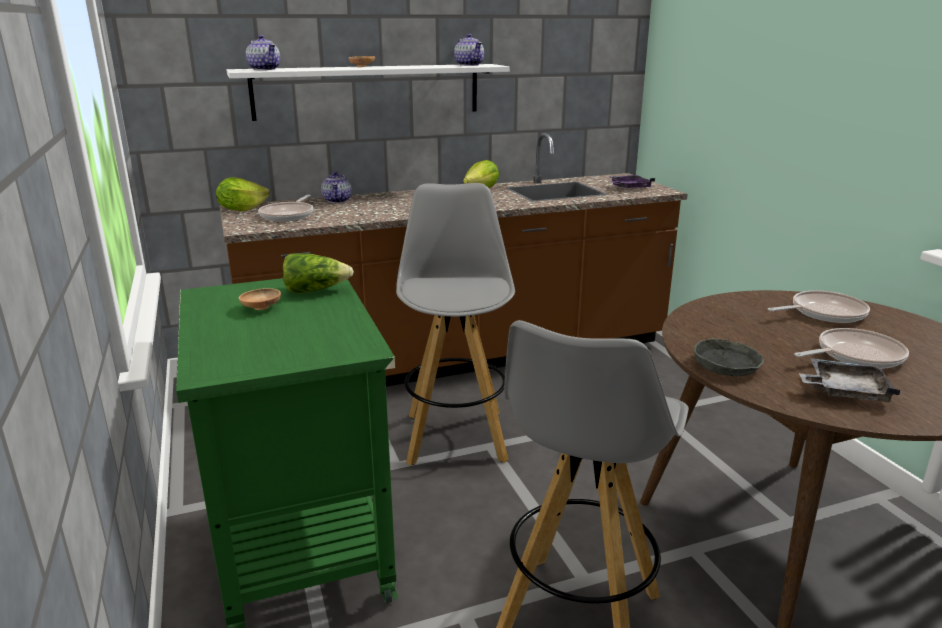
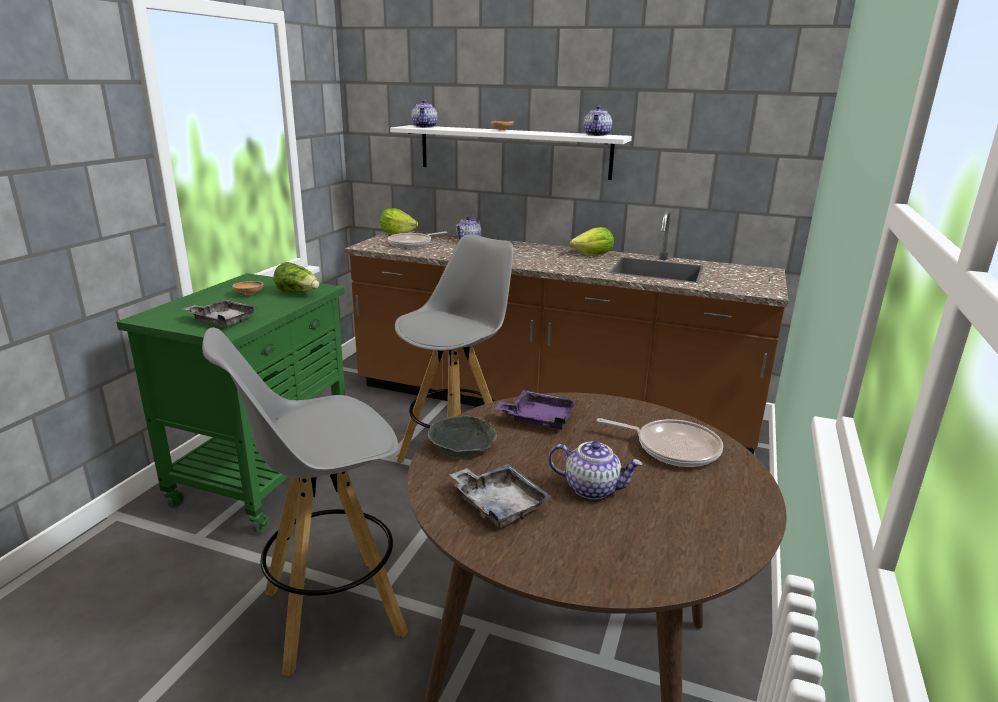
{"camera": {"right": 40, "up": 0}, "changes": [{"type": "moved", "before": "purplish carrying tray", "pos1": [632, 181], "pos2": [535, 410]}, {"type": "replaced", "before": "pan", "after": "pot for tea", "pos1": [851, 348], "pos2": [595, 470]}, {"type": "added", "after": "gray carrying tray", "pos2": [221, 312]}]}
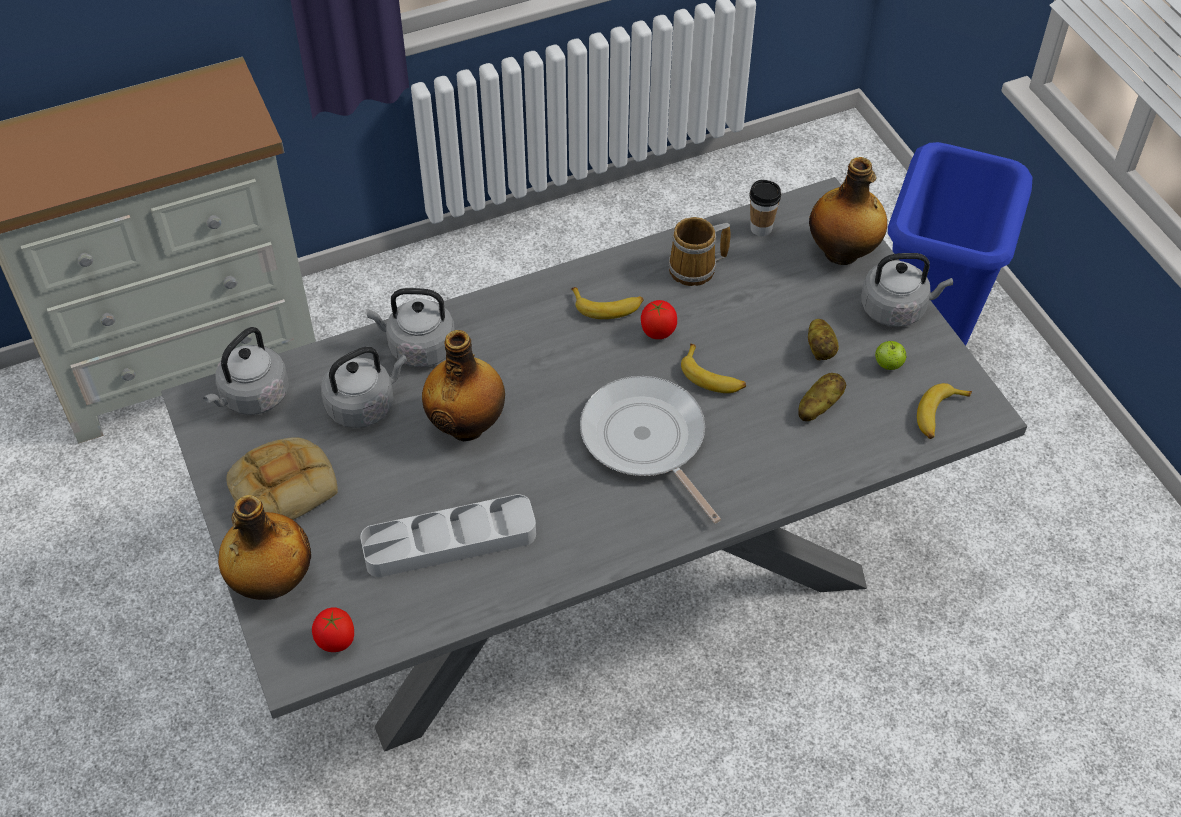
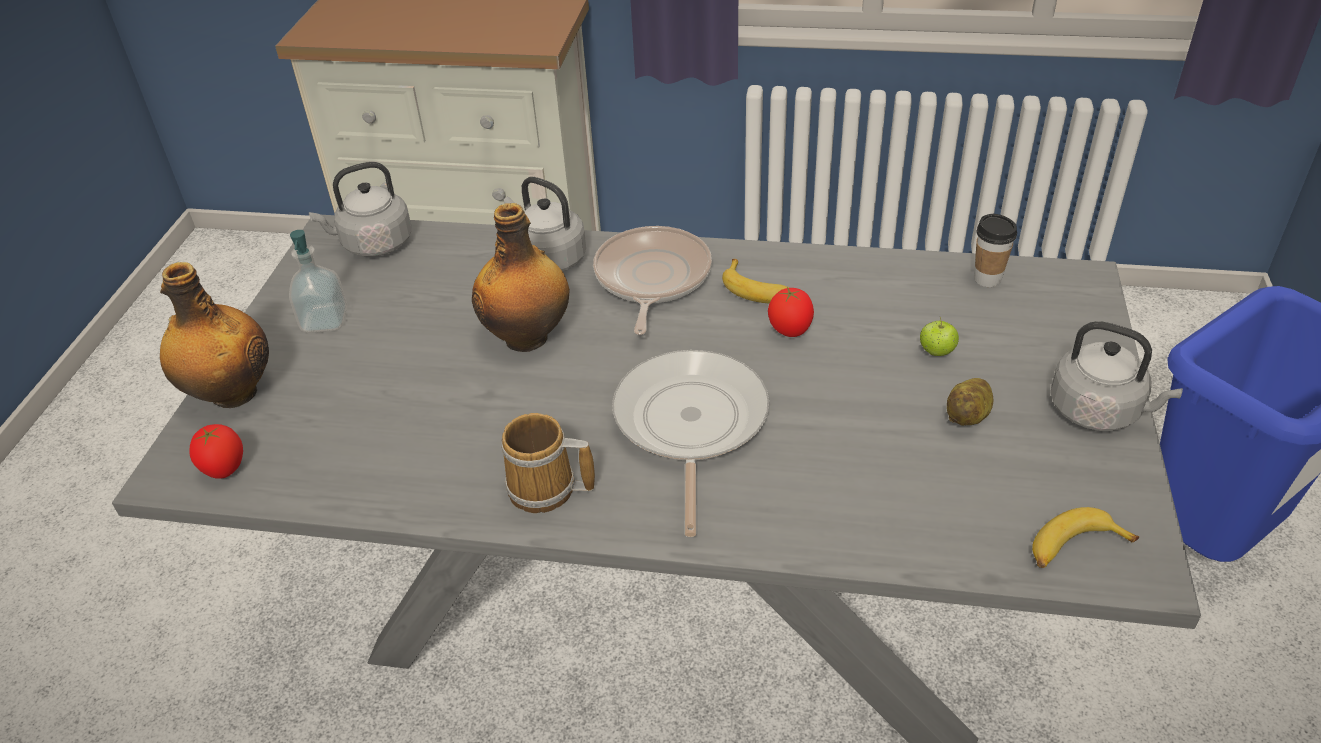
{"camera": {"right": 35, "up": -10}, "changes": [{"type": "removed", "before": "bottle", "pos1": [848, 211]}, {"type": "moved", "before": "tea mug", "pos1": [700, 251], "pos2": [548, 463]}, {"type": "moved", "before": "apple fruit", "pos1": [891, 355], "pos2": [939, 336]}, {"type": "removed", "before": "whole banana", "pos1": [713, 368]}, {"type": "removed", "before": "gray kettle", "pos1": [364, 387]}, {"type": "removed", "before": "whole potato", "pos1": [822, 397]}, {"type": "replaced", "before": "bread", "after": "soap dispenser", "pos1": [282, 478], "pos2": [318, 281]}, {"type": "removed", "before": "gray carrying tray", "pos1": [448, 535]}, {"type": "added", "after": "pan", "pos2": [652, 280]}]}
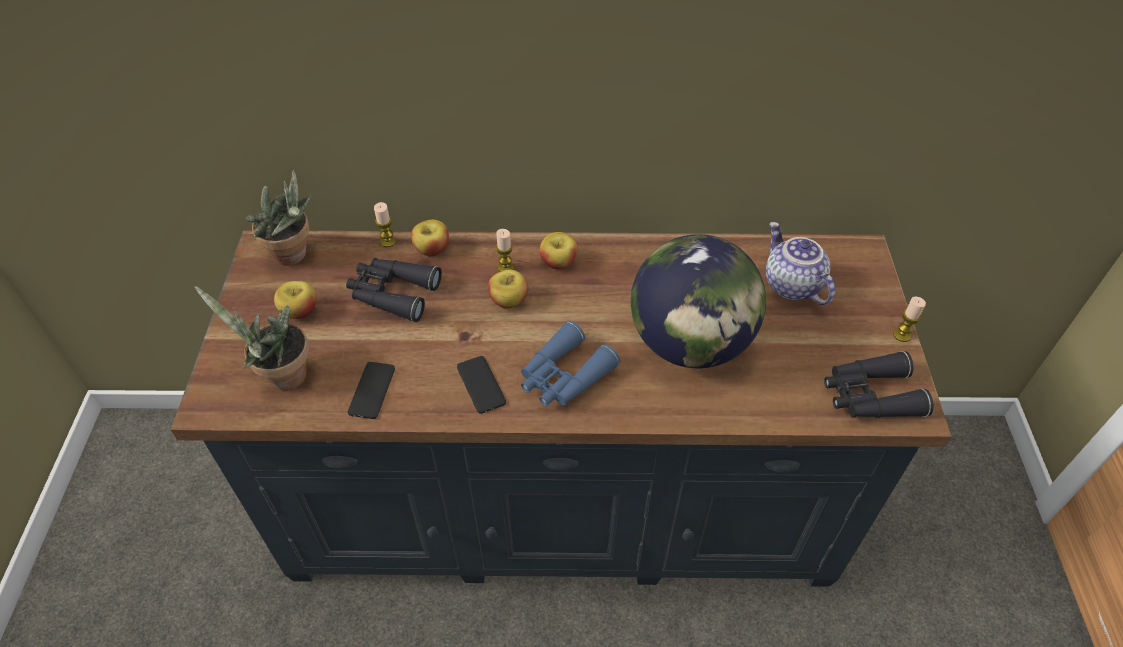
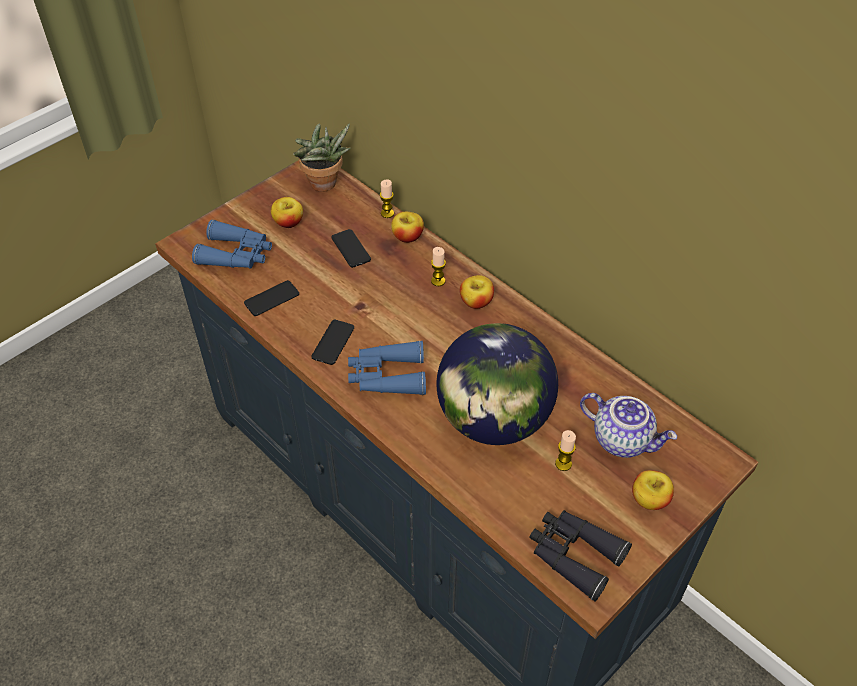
{"camera": {"right": 45, "up": 0}, "changes": [{"type": "turned", "before": "pot for tea", "pos1": [800, 263], "pos2": [628, 425], "turn": 105}, {"type": "replaced", "before": "black-coloured field glasses", "after": "telephone", "pos1": [394, 290], "pos2": [351, 248]}, {"type": "moved", "before": "apple fruit", "pos1": [508, 288], "pos2": [653, 490]}, {"type": "replaced", "before": "potted plant", "after": "blue field glasses", "pos1": [252, 338], "pos2": [232, 244]}, {"type": "moved", "before": "wax light", "pos1": [909, 319], "pos2": [565, 450]}]}
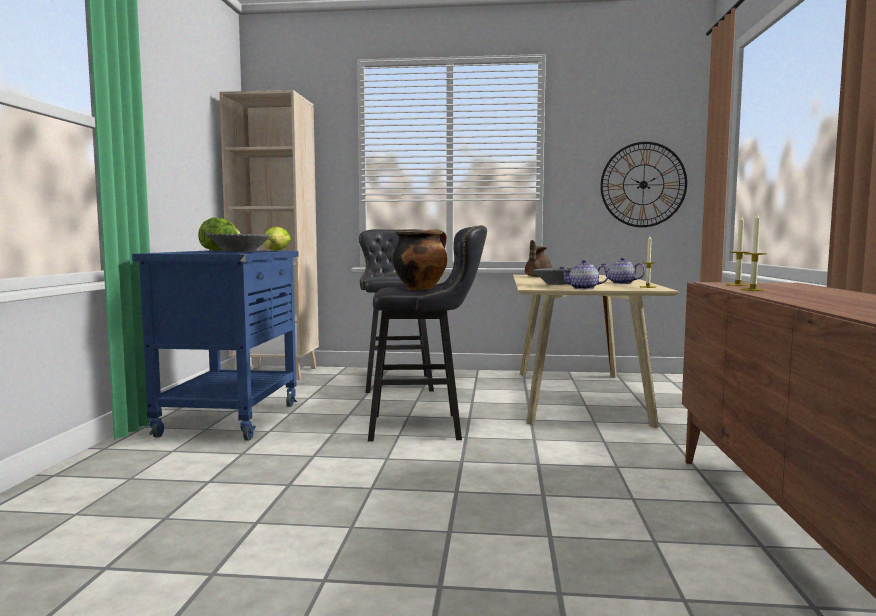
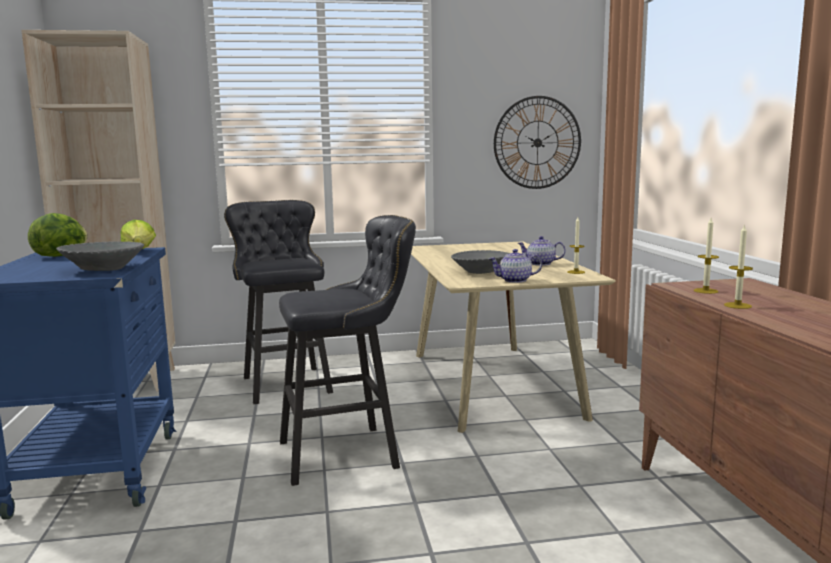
{"camera": {"right": -15, "up": 5}, "changes": [{"type": "removed", "before": "saucepot", "pos1": [420, 259]}, {"type": "removed", "before": "brown-coloured pot for tea", "pos1": [538, 258]}]}
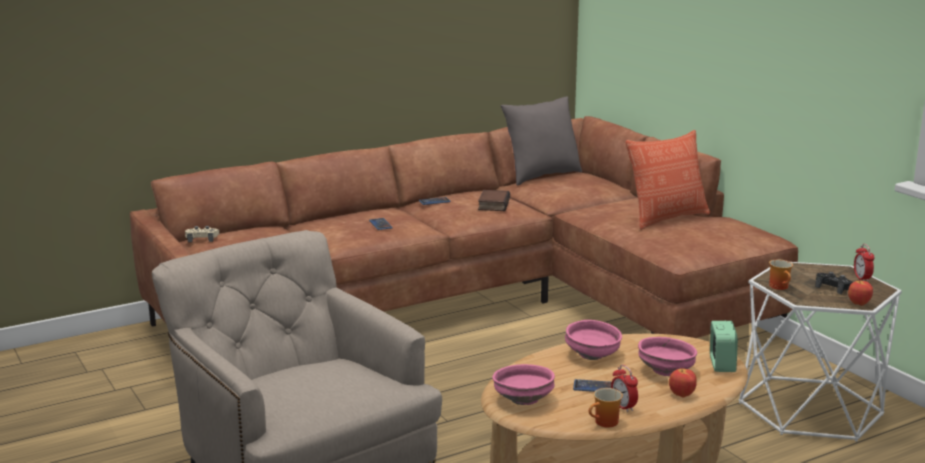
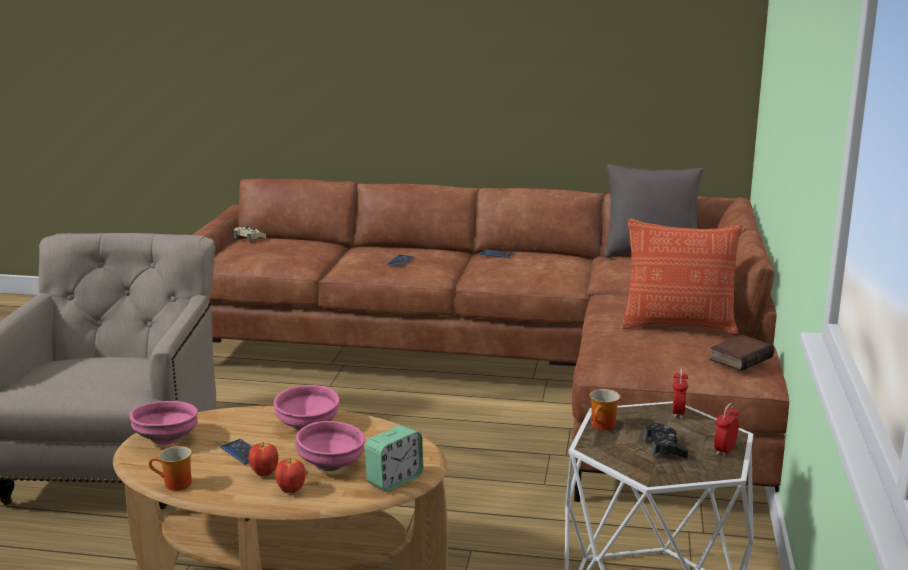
{"camera": {"right": 40, "up": 0}, "changes": [{"type": "moved", "before": "volume", "pos1": [494, 200], "pos2": [742, 353]}, {"type": "moved", "before": "apple fruit", "pos1": [860, 292], "pos2": [263, 459]}, {"type": "moved", "before": "alarm clock", "pos1": [624, 389], "pos2": [680, 393]}]}
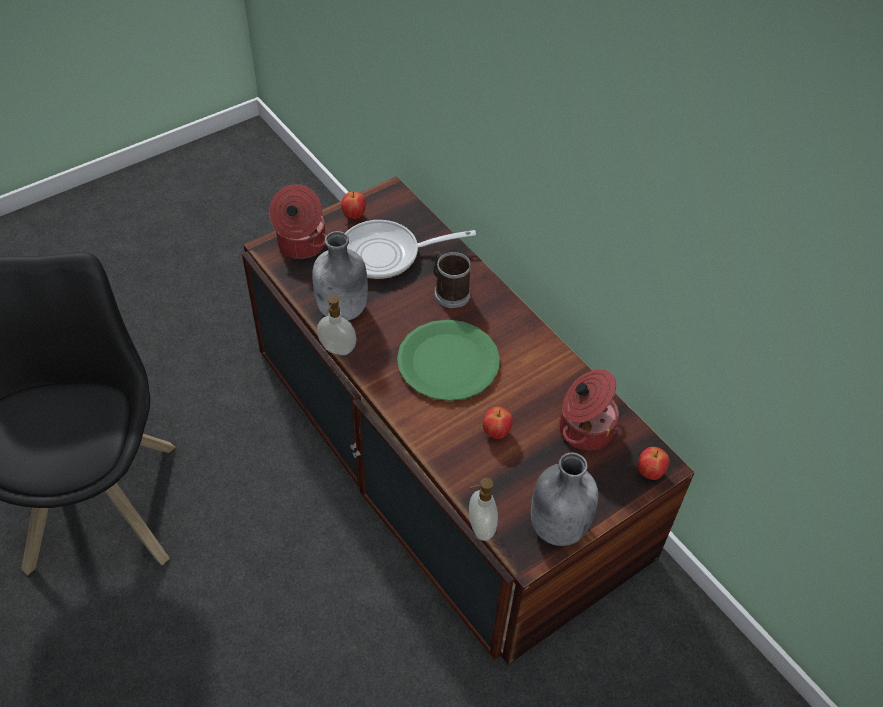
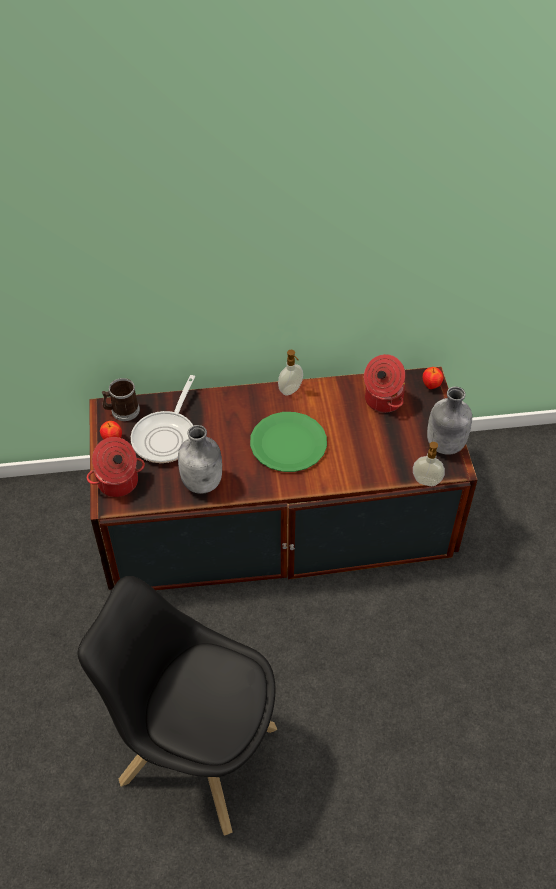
{"camera": {"right": -60, "up": 0}, "changes": [{"type": "moved", "before": "tea mug", "pos1": [452, 279], "pos2": [121, 399]}, {"type": "moved", "before": "soap dispenser", "pos1": [337, 325], "pos2": [290, 373]}, {"type": "removed", "before": "apple fruit", "pos1": [498, 423]}]}
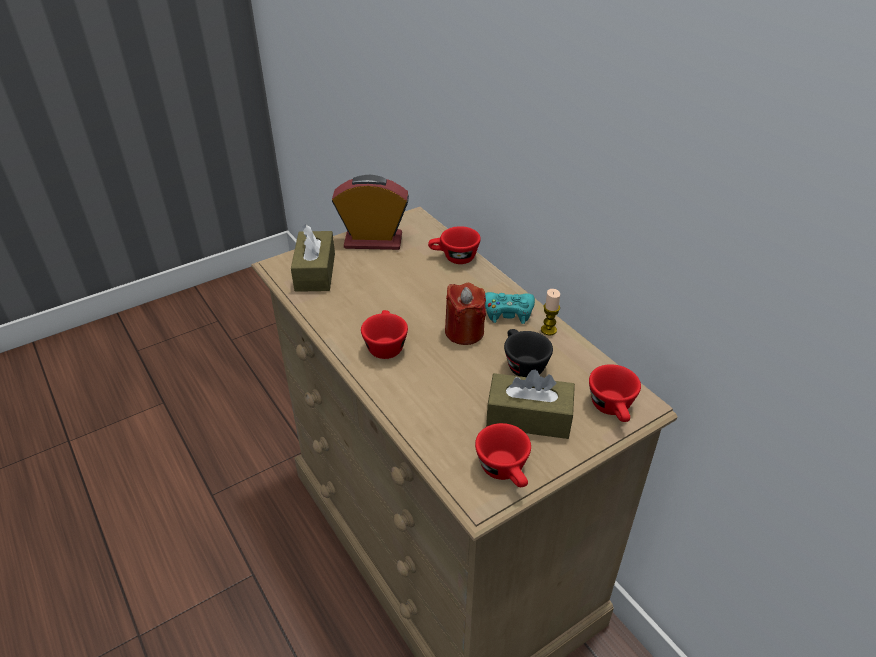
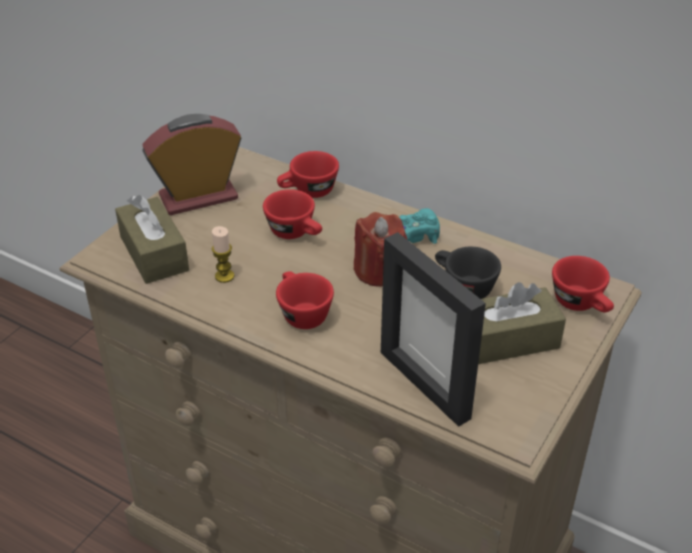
{"camera": {"right": -25, "up": 0}, "changes": [{"type": "moved", "before": "wax light", "pos1": [550, 312], "pos2": [223, 254]}, {"type": "moved", "before": "reddish small cup", "pos1": [503, 455], "pos2": [292, 214]}, {"type": "added", "after": "picture frame", "pos2": [433, 329]}]}
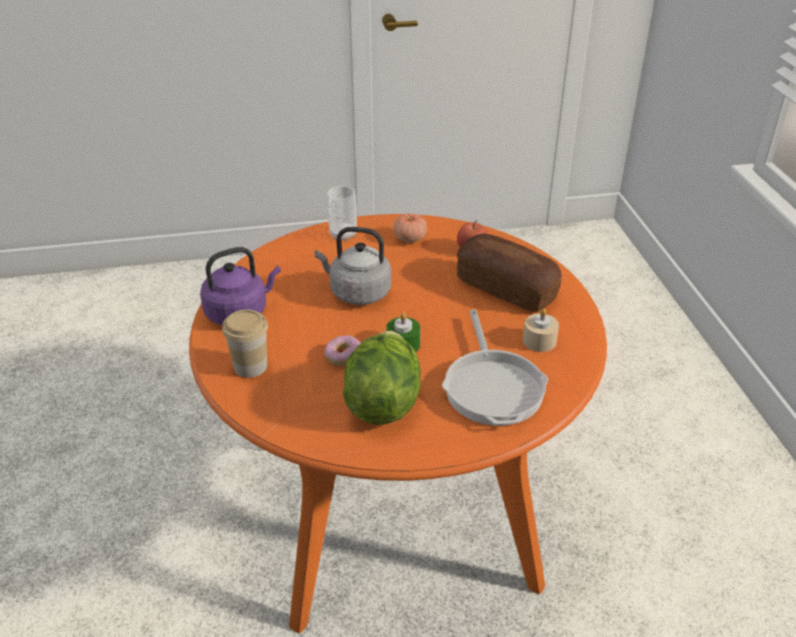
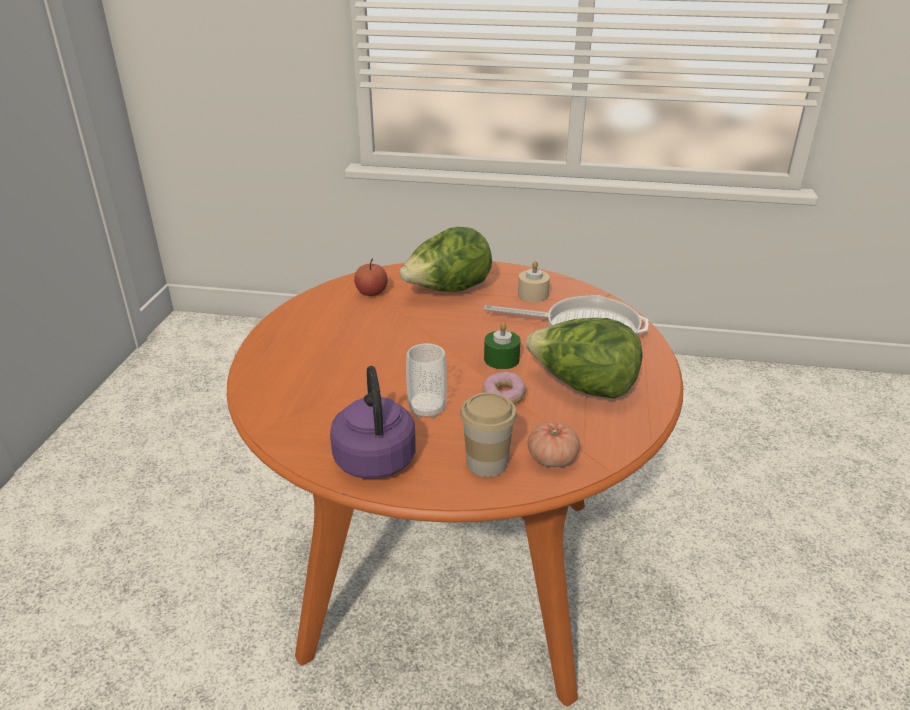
{"camera": {"right": -70, "up": -5}, "changes": [{"type": "moved", "before": "small cup", "pos1": [342, 213], "pos2": [426, 381]}, {"type": "moved", "before": "tomato", "pos1": [410, 228], "pos2": [553, 444]}, {"type": "removed", "before": "gray kettle", "pos1": [353, 266]}, {"type": "replaced", "before": "bread", "after": "lettuce head", "pos1": [509, 272], "pos2": [446, 259]}]}
